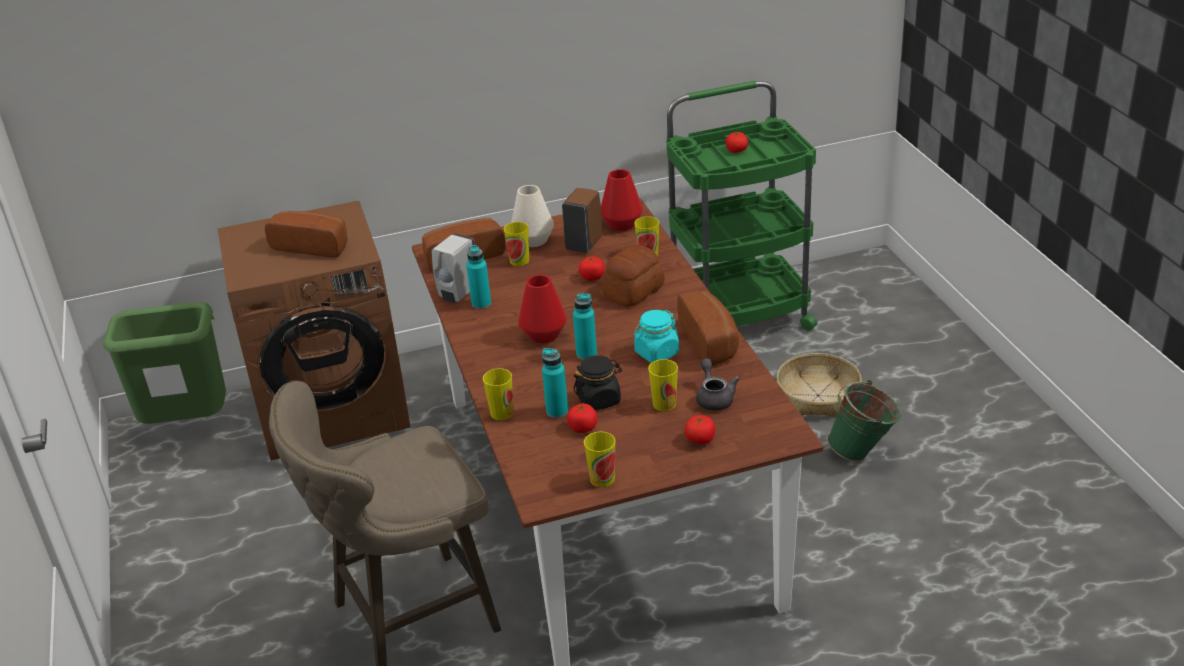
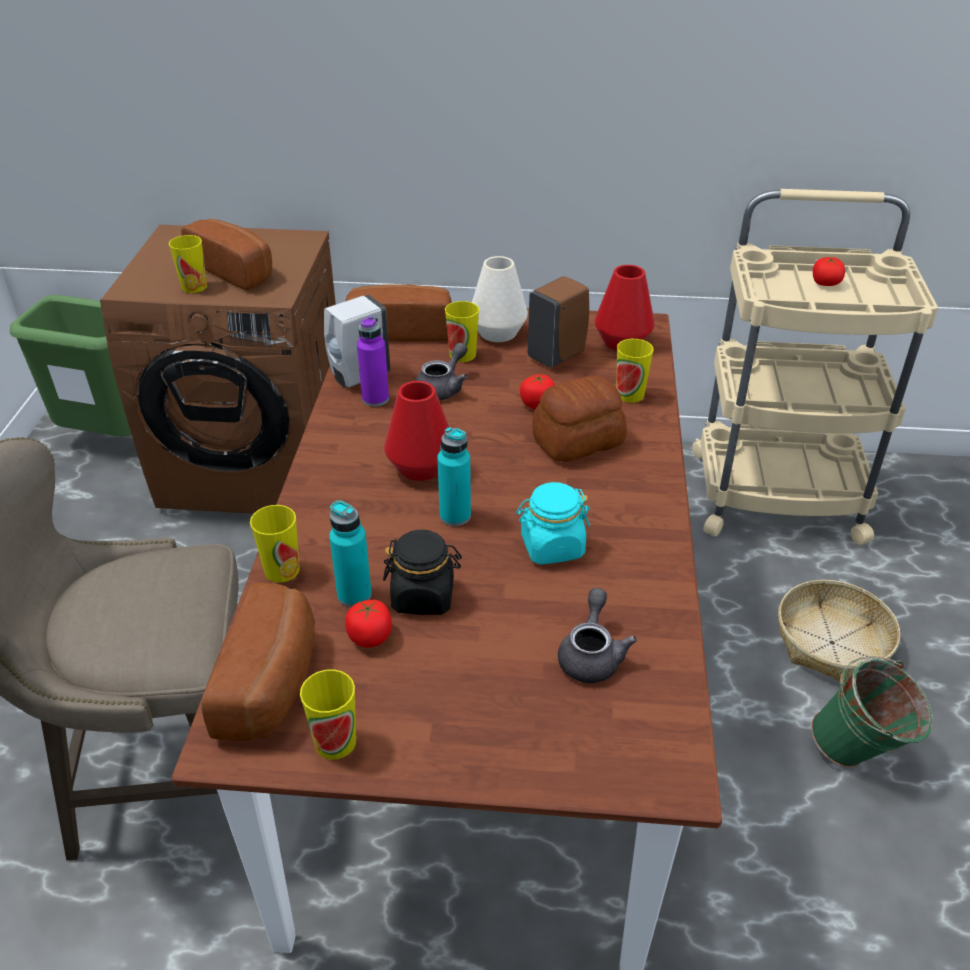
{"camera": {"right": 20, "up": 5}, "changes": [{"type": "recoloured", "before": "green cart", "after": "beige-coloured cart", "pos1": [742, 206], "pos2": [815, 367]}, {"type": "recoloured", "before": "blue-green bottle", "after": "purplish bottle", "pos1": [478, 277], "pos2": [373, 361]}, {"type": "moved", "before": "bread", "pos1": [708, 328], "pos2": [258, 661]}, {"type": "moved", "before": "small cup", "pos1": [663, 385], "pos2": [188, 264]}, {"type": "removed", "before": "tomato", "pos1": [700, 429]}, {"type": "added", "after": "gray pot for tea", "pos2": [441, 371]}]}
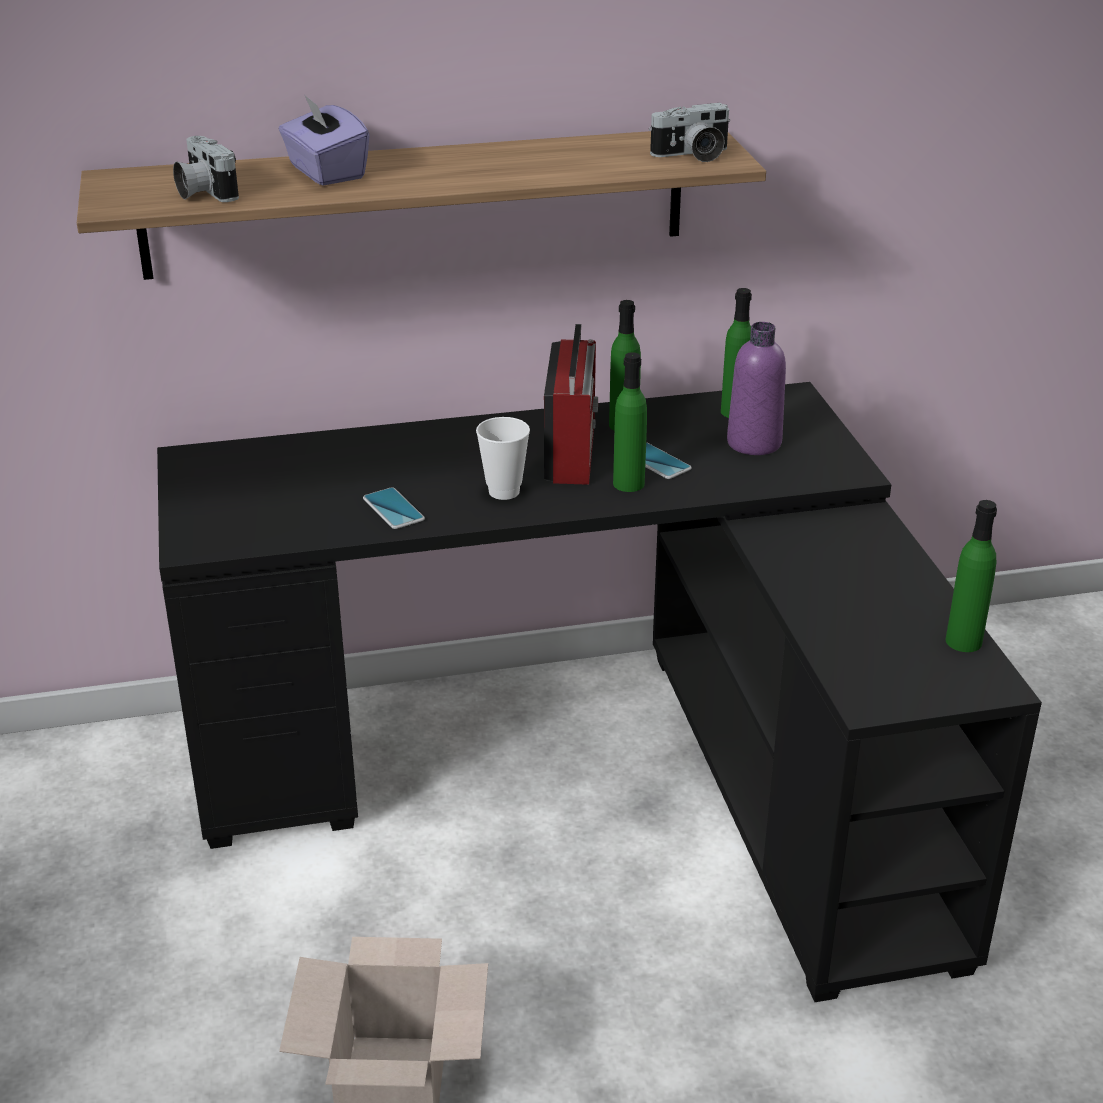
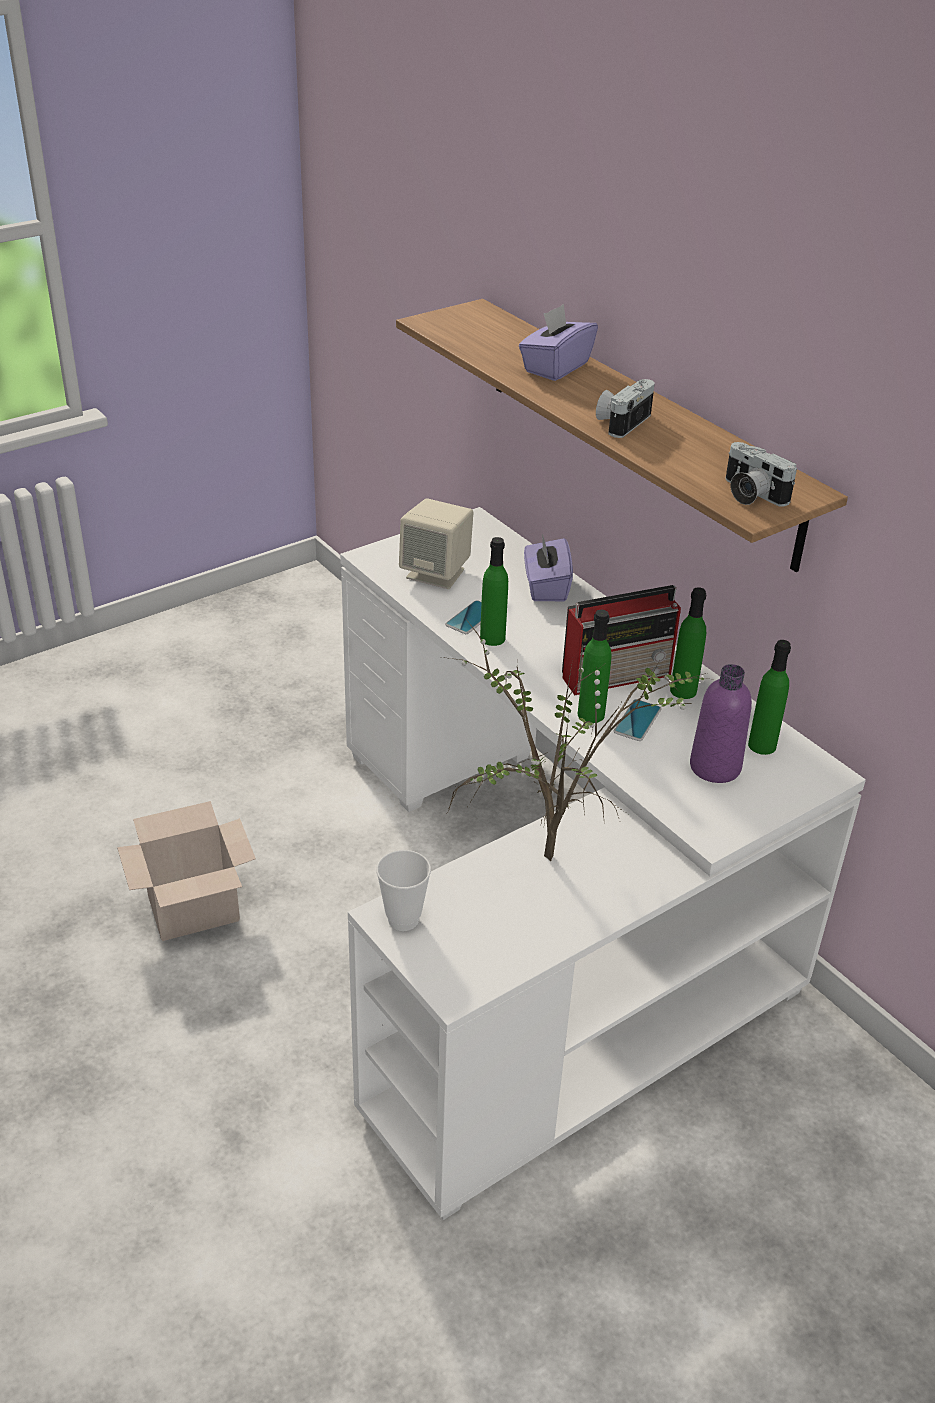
{"camera": {"right": 65, "up": 5}, "changes": [{"type": "moved", "before": "still camera", "pos1": [206, 169], "pos2": [625, 408]}, {"type": "recoloured", "before": "black-coloured desk unit", "after": "white-coloured desk unit", "pos1": [599, 692], "pos2": [603, 863]}, {"type": "moved", "before": "small cup", "pos1": [503, 458], "pos2": [403, 890]}, {"type": "moved", "before": "green bottle", "pos1": [971, 576], "pos2": [494, 591]}, {"type": "added", "after": "beige-coloured speaker", "pos2": [436, 543]}, {"type": "added", "after": "purplish tissue holder", "pos2": [548, 567]}, {"type": "added", "after": "potted plant", "pos2": [574, 739]}]}
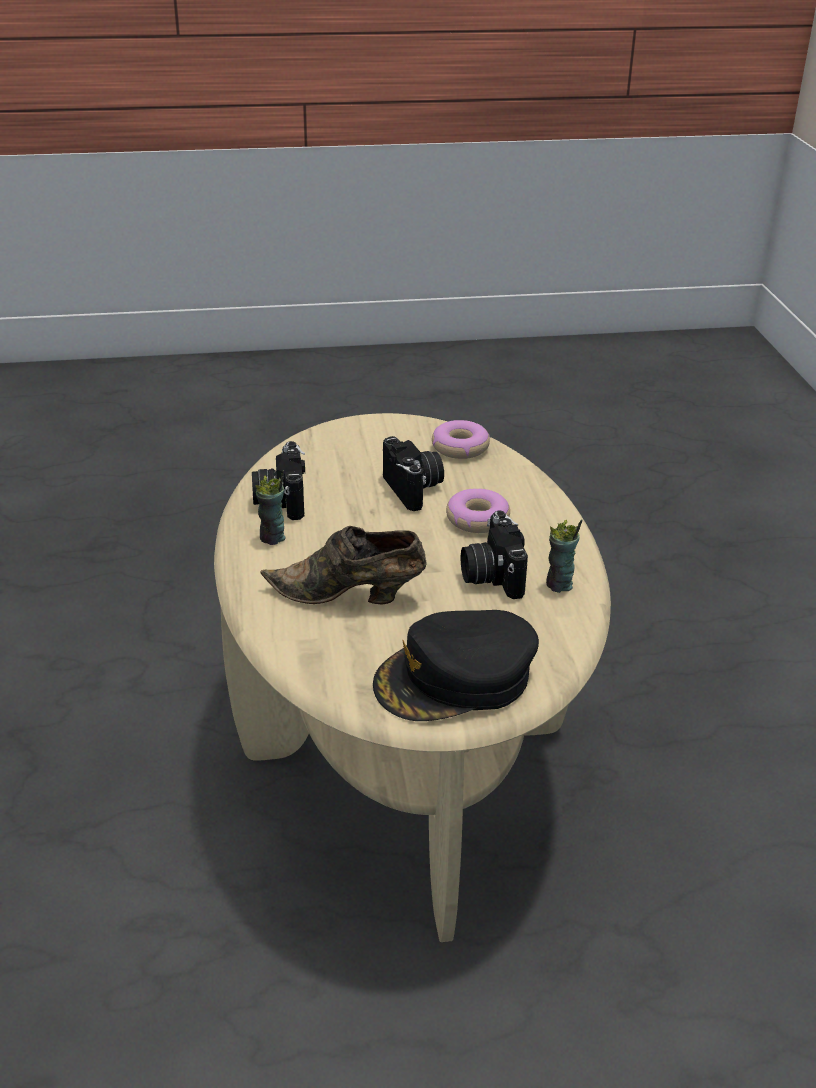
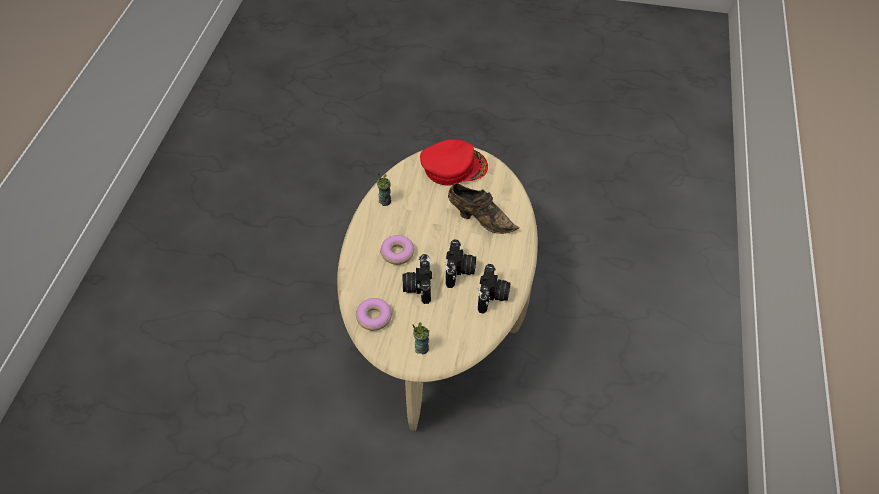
{"camera": {"right": -160, "up": 20}, "changes": [{"type": "moved", "before": "small cup", "pos1": [270, 507], "pos2": [420, 339]}, {"type": "moved", "before": "still camera", "pos1": [494, 555], "pos2": [460, 263]}, {"type": "recoloured", "before": "black-coloured peaked cap", "after": "reddish peaked cap", "pos1": [456, 665], "pos2": [454, 163]}]}
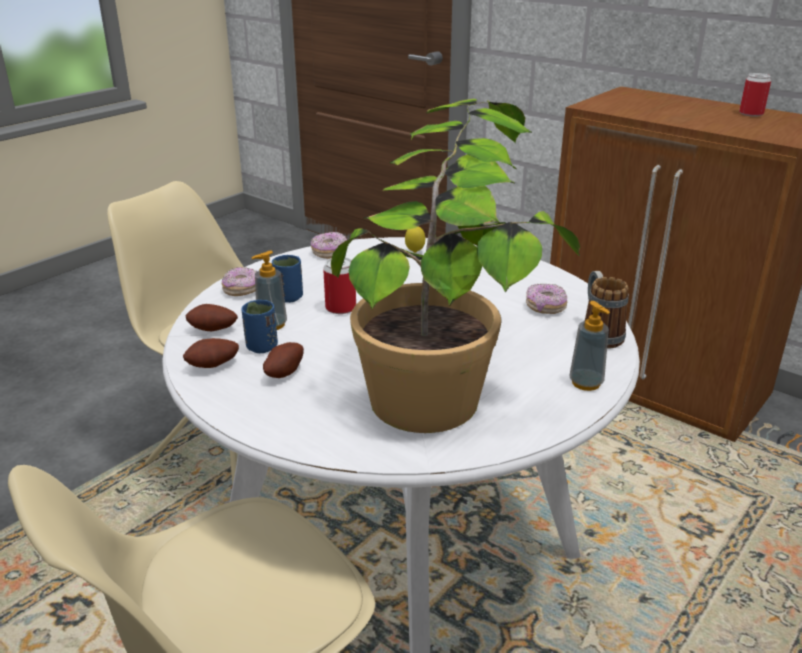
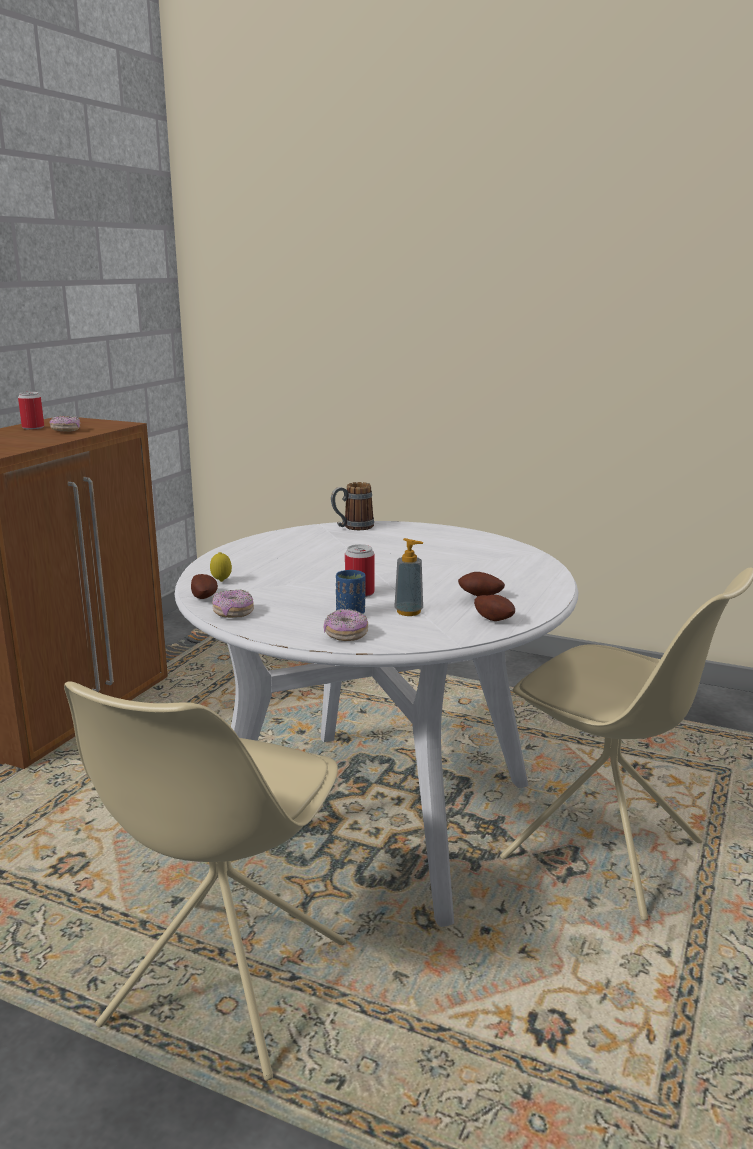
{"camera": {"right": -105, "up": -10}, "changes": [{"type": "removed", "before": "potted plant", "pos1": [455, 266]}, {"type": "moved", "before": "ring doughnut", "pos1": [546, 298], "pos2": [64, 424]}, {"type": "removed", "before": "blue small cup", "pos1": [259, 326]}, {"type": "removed", "before": "soap dispenser", "pos1": [590, 346]}, {"type": "moved", "before": "whole potato", "pos1": [211, 317], "pos2": [204, 586]}]}
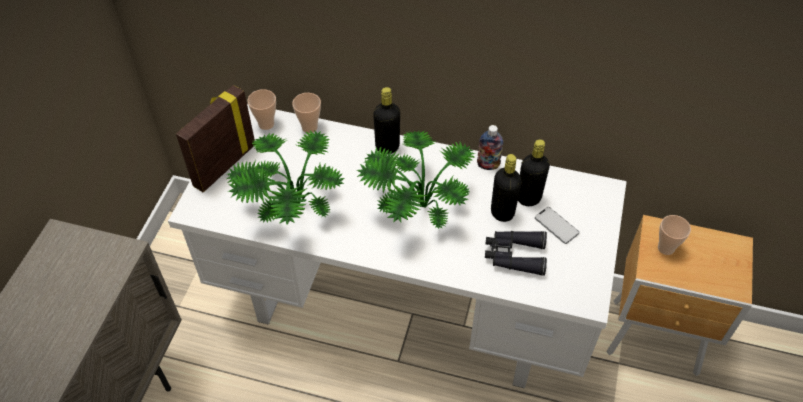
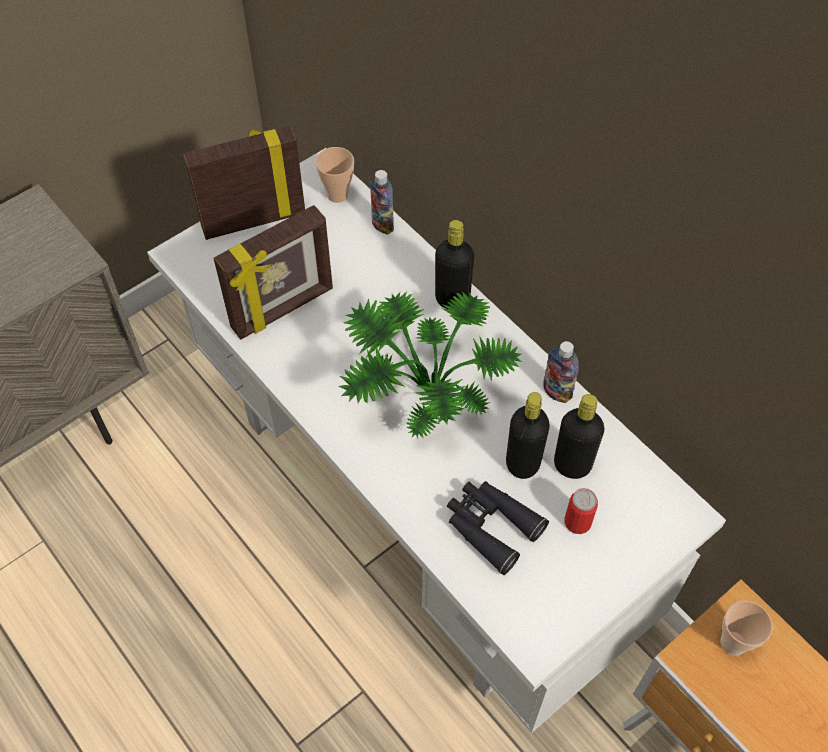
{"camera": {"right": 35, "up": 5}, "changes": [{"type": "replaced", "before": "small cup", "after": "bottle", "pos1": [306, 113], "pos2": [382, 202]}, {"type": "replaced", "before": "potted plant", "after": "picture frame", "pos1": [285, 178], "pos2": [273, 272]}, {"type": "replaced", "before": "telephone", "after": "sealed can", "pos1": [557, 225], "pos2": [581, 511]}]}
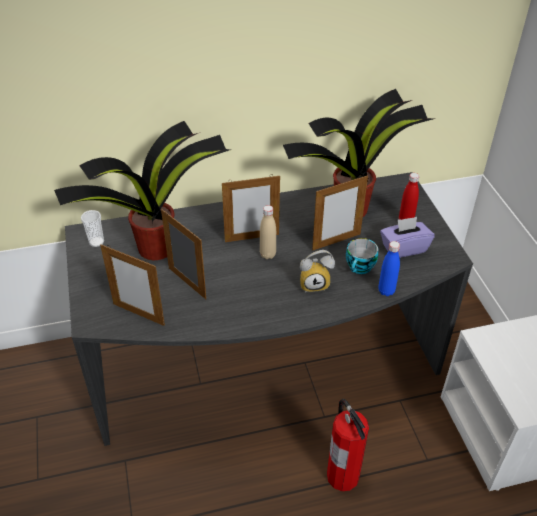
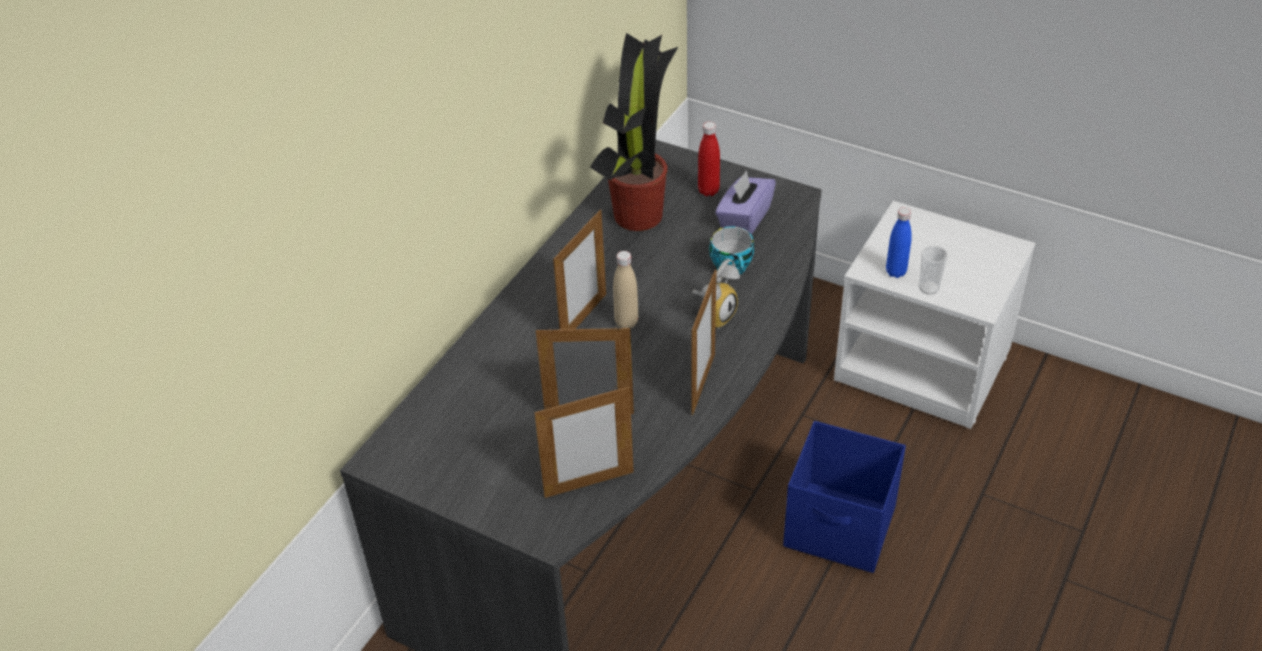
{"camera": {"right": -45, "up": 0}, "changes": [{"type": "removed", "before": "potted plant", "pos1": [142, 190]}, {"type": "moved", "before": "picture frame", "pos1": [340, 213], "pos2": [704, 342]}, {"type": "moved", "before": "small cup", "pos1": [92, 228], "pos2": [933, 270]}, {"type": "moved", "before": "blue bottle", "pos1": [389, 268], "pos2": [899, 243]}, {"type": "replaced", "before": "extinguisher", "after": "blue storage box", "pos1": [348, 445], "pos2": [844, 497]}]}
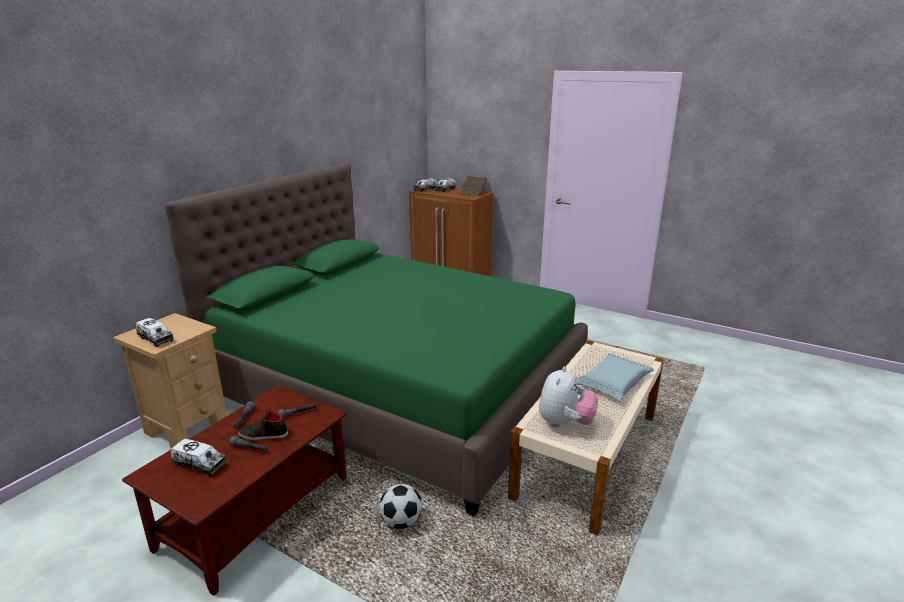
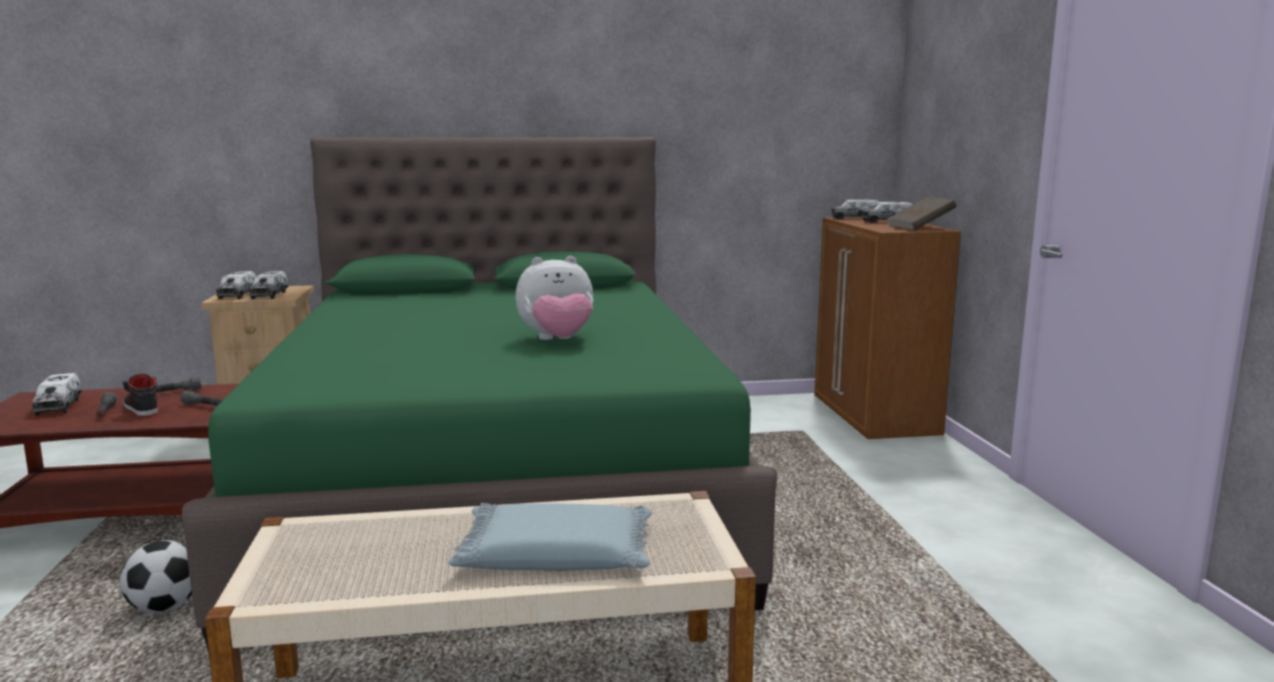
{"camera": {"right": 50, "up": -10}, "changes": [{"type": "moved", "before": "cuddly toy", "pos1": [568, 397], "pos2": [554, 298]}, {"type": "added", "after": "toy truck", "pos2": [268, 285]}]}
